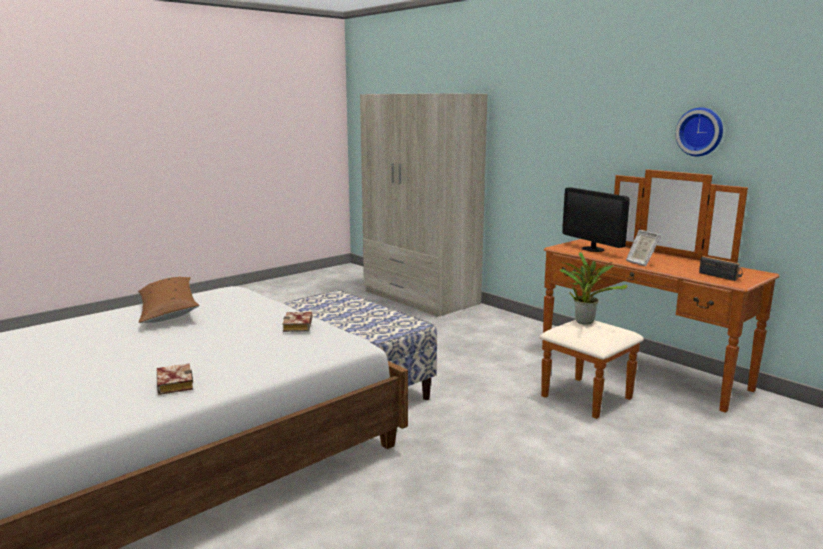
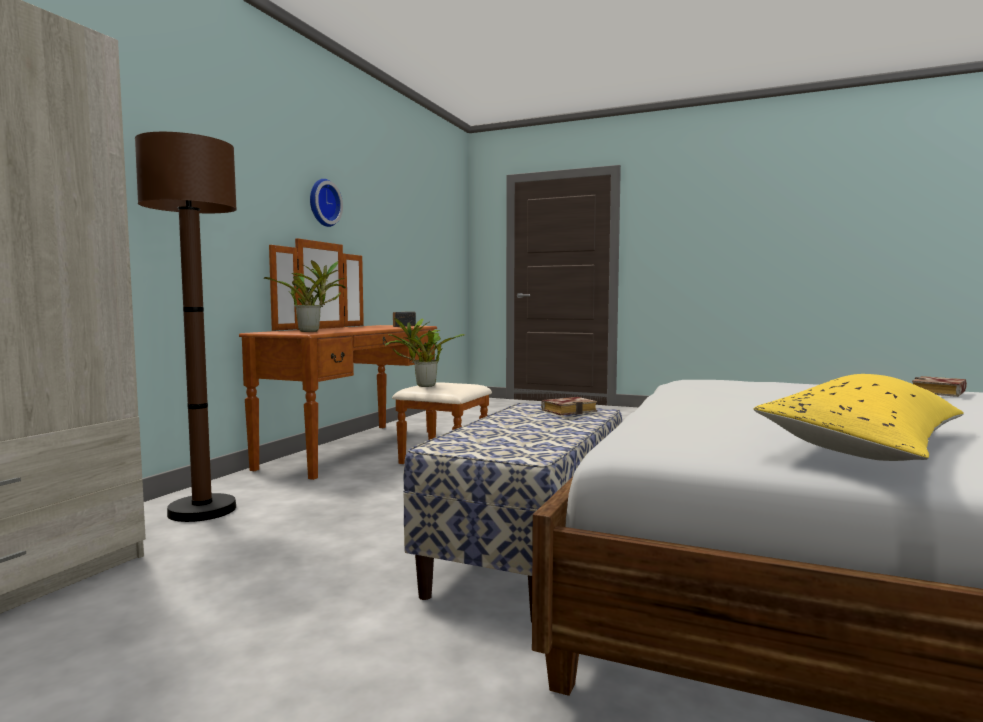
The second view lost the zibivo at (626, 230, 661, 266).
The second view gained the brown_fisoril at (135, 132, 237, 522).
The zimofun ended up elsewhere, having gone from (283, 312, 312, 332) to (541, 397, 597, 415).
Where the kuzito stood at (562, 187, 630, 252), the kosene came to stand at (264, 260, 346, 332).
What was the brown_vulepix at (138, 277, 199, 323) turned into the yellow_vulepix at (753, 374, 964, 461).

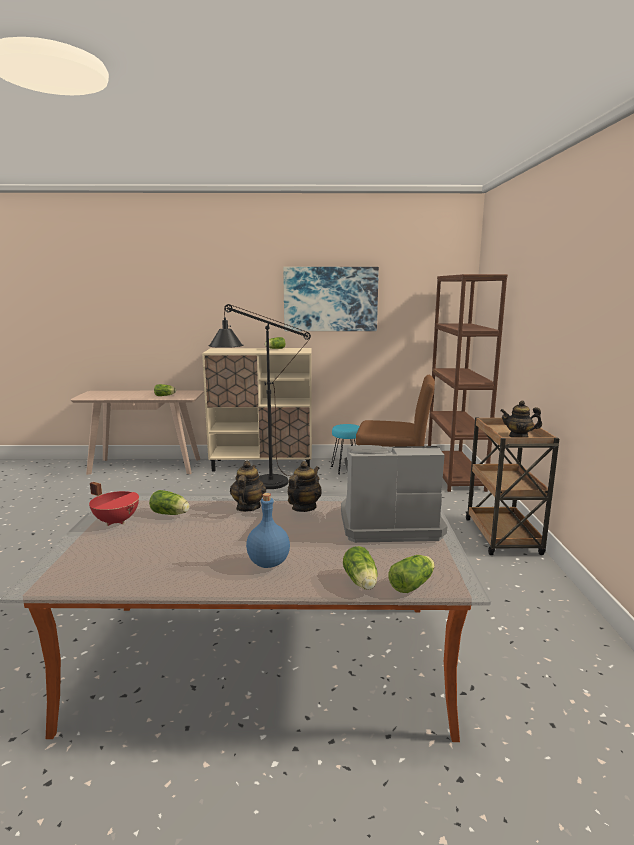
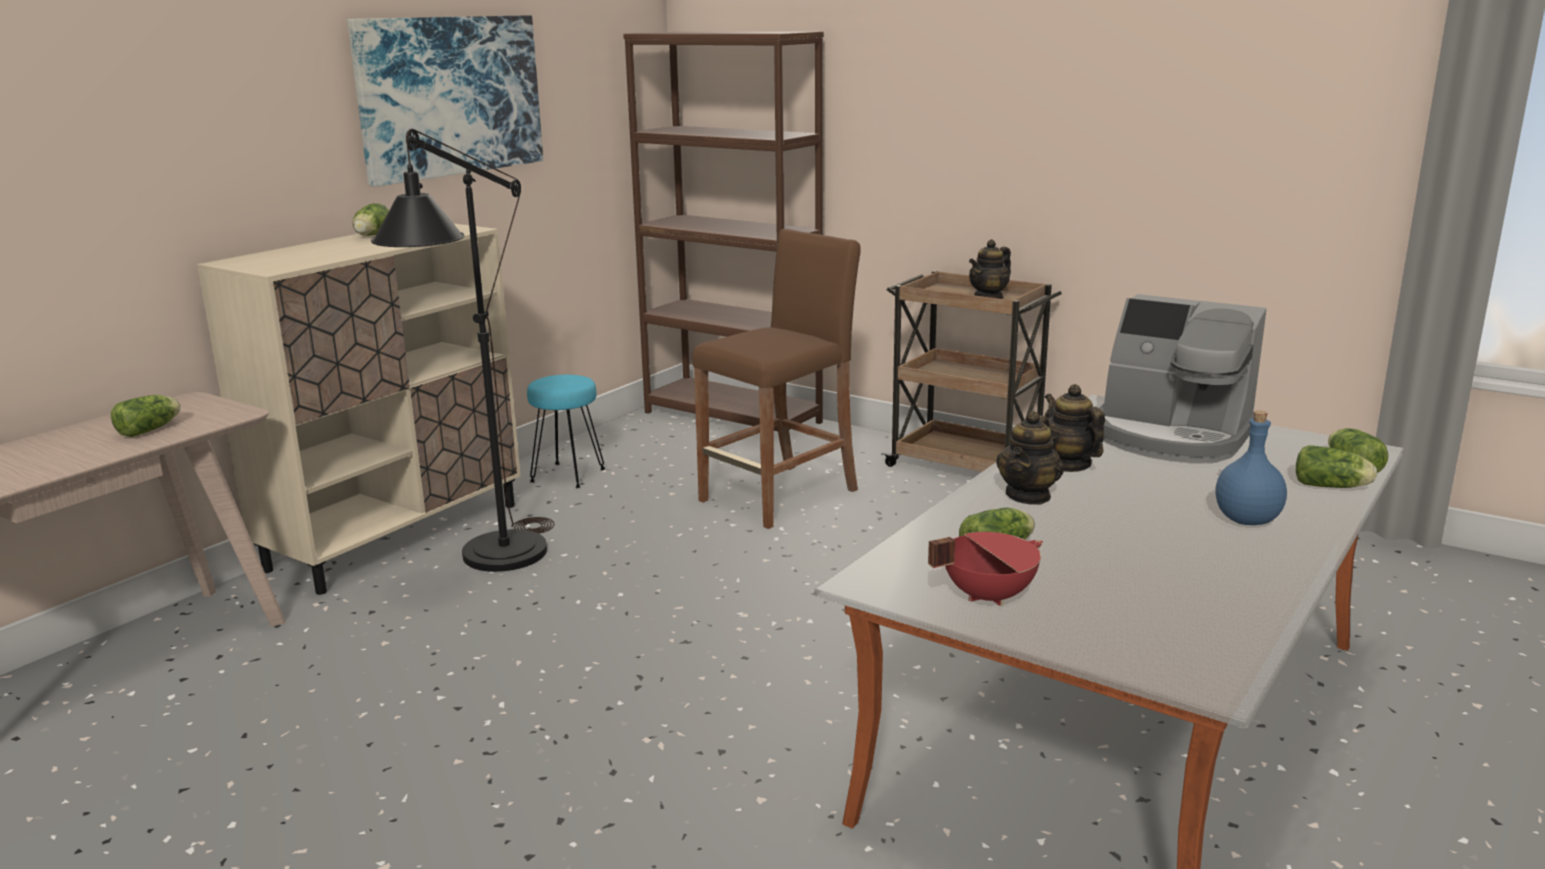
The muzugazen at (230, 461, 266, 512) ended up facing another way, 105 degrees counterclockwise from before.
The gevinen at (341, 445, 447, 543) ended up facing another way, 90 degrees counterclockwise from before.

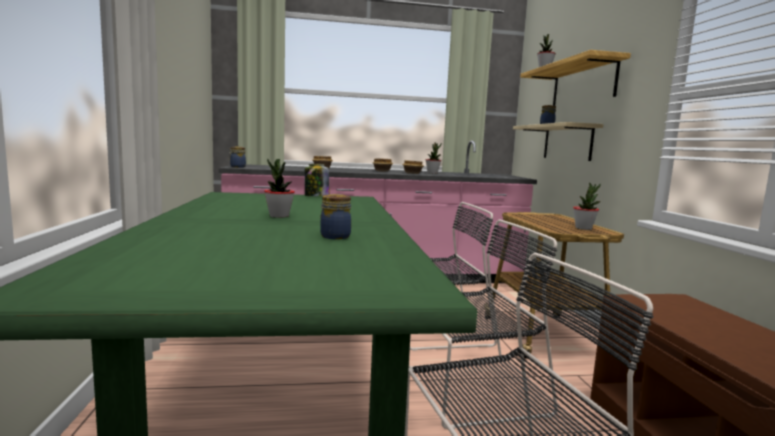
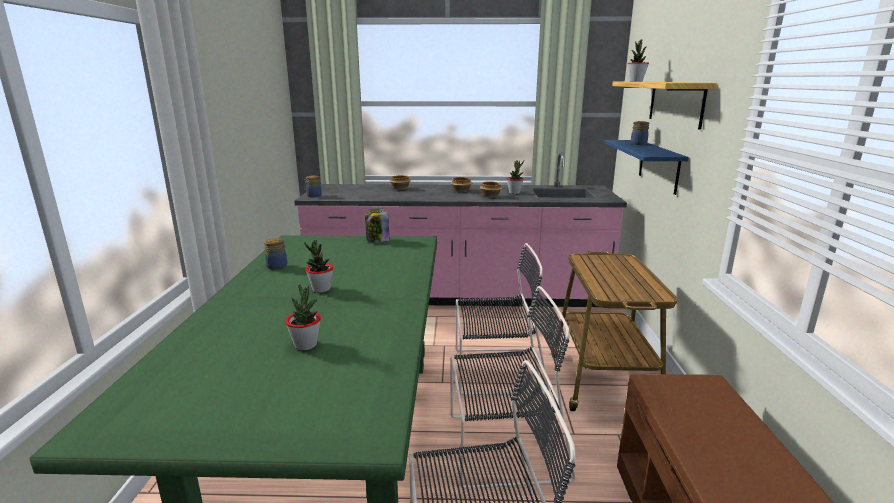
The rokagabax ended up elsewhere, having gone from (320, 194, 351, 239) to (264, 238, 287, 270).
The kosene ended up elsewhere, having gone from (573, 183, 600, 230) to (285, 284, 321, 350).
What was the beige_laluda at (513, 122, 603, 161) turned into the blue_laluda at (604, 140, 689, 195).

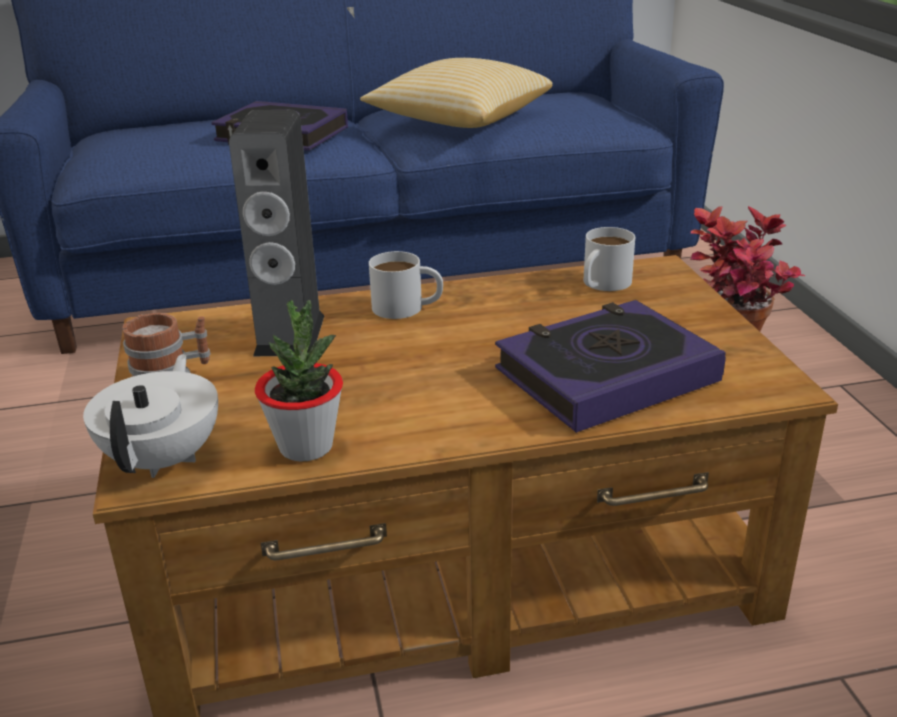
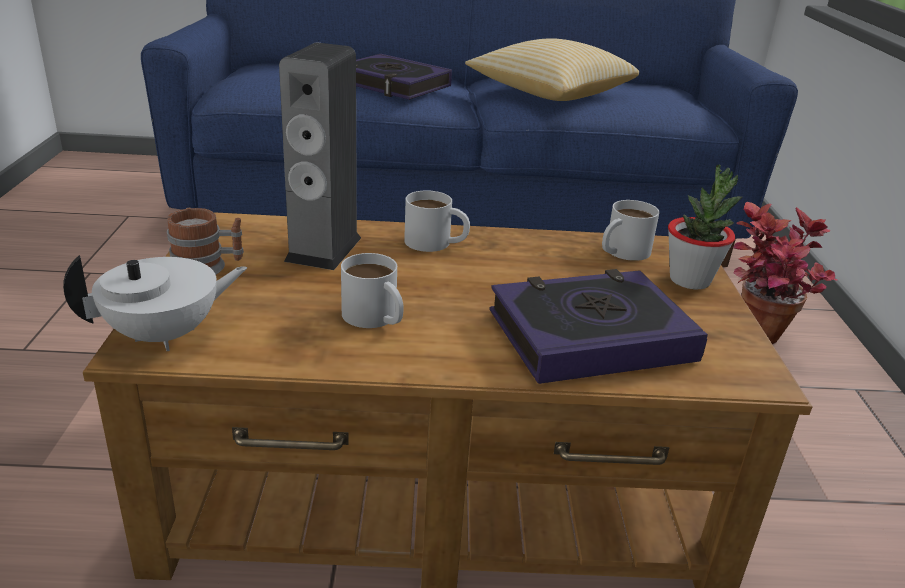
The second view gained the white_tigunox at (341, 253, 403, 328).
The kosene ended up elsewhere, having gone from (255, 300, 343, 461) to (668, 164, 743, 289).
The white_muzugazen at (83, 354, 218, 478) ended up facing another way, 45 degrees clockwise from before.

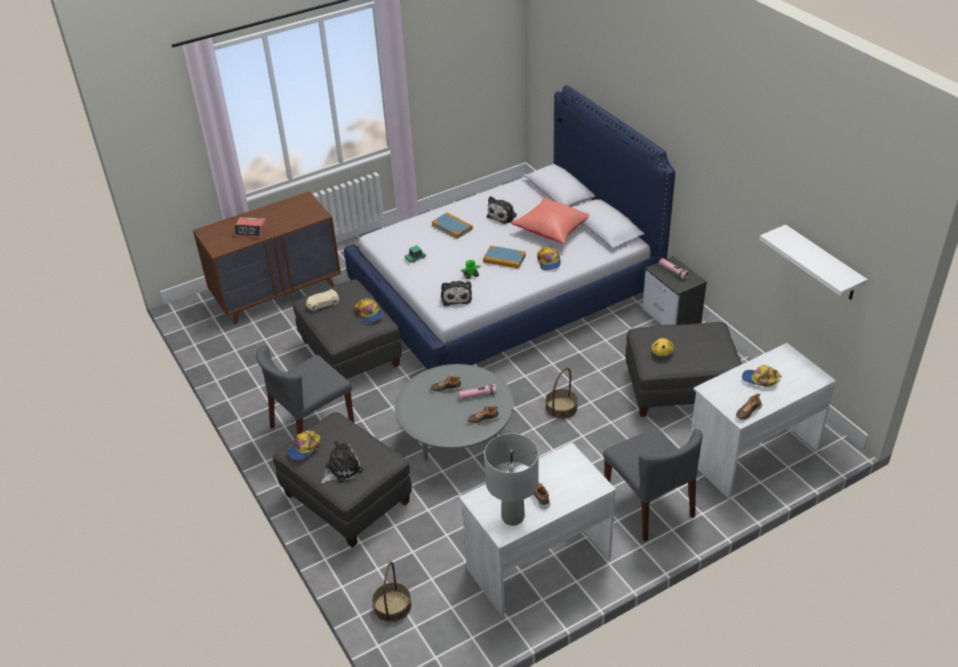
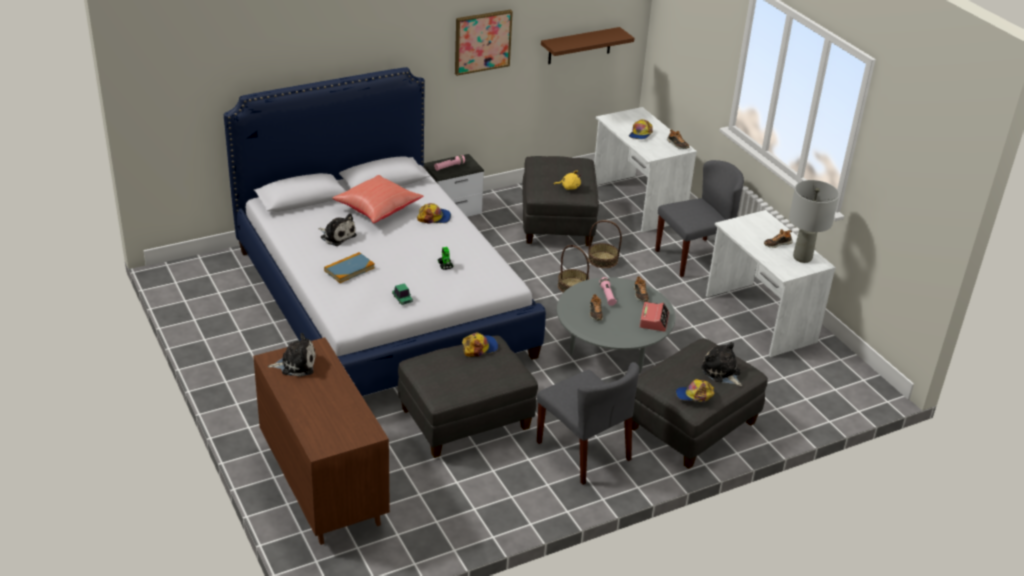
The second view lost the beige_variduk at (306, 289, 339, 311).
The second view lost the zimofun at (483, 246, 526, 269).
The second view gained the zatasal at (455, 9, 513, 76).
The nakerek ended up elsewhere, having gone from (234, 217, 267, 238) to (640, 302, 669, 331).
The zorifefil ended up elsewhere, having gone from (372, 561, 412, 623) to (588, 220, 622, 268).
The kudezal ended up elsewhere, having gone from (441, 281, 472, 306) to (268, 333, 316, 377).
What was the white_laluda at (759, 225, 868, 300) turned into the brown_laluda at (541, 27, 634, 64).
The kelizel at (287, 430, 320, 460) ended up facing another way, 135 degrees clockwise from before.

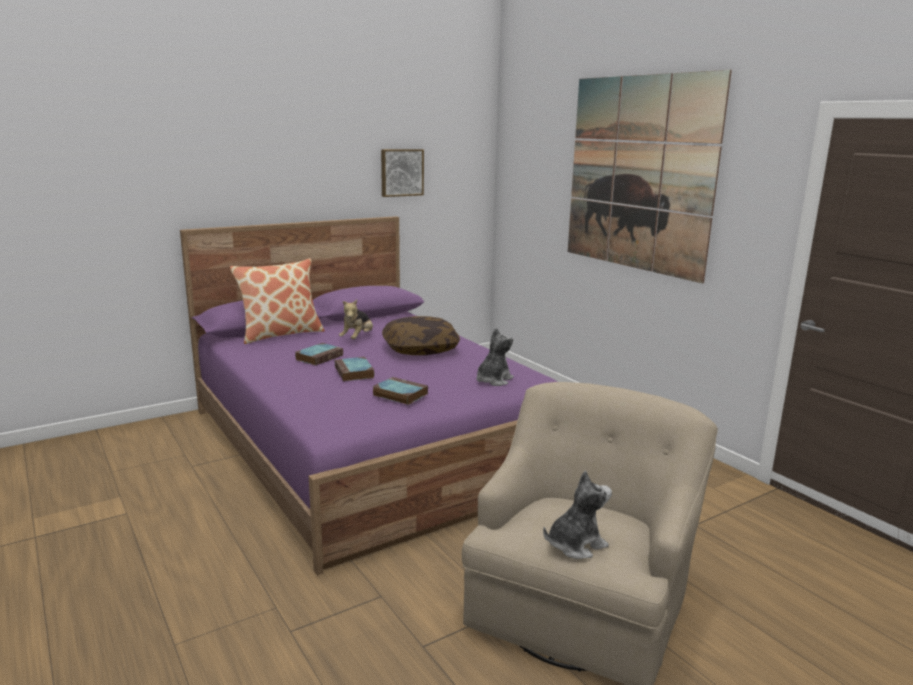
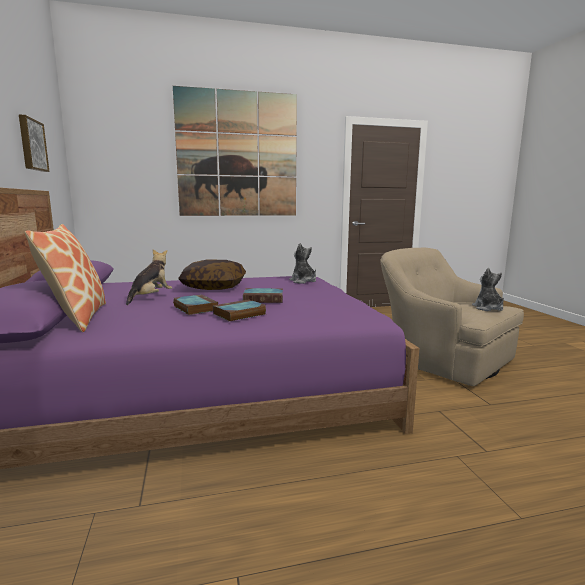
The zimofun ended up elsewhere, having gone from (373, 377, 428, 405) to (213, 299, 266, 322).
The kudezal at (339, 299, 373, 339) ended up facing another way, 105 degrees counterclockwise from before.

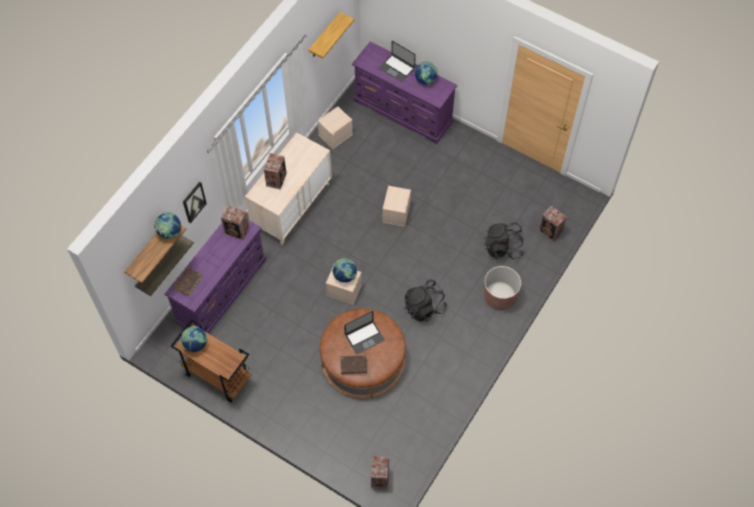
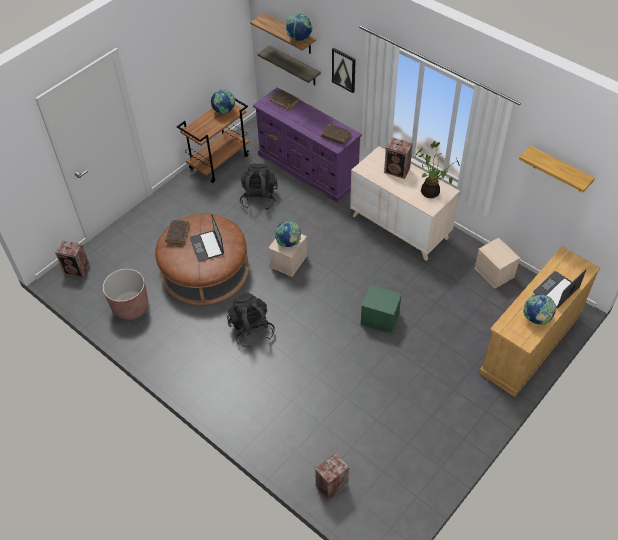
The second view gained the kosene at (415, 141, 460, 198).
The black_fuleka ended up elsewhere, having gone from (484, 222, 524, 260) to (240, 163, 278, 210).
The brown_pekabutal ended up elsewhere, having gone from (484, 266, 521, 310) to (103, 269, 148, 320).
Where the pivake stood at (221, 205, 249, 240), the brown_zimofun came to stand at (321, 124, 351, 144).
What was the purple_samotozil at (352, 42, 457, 144) turned into the beige_samotozil at (479, 247, 600, 397).
What was the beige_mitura at (382, 186, 411, 227) turned into the green_mitura at (360, 285, 402, 334).

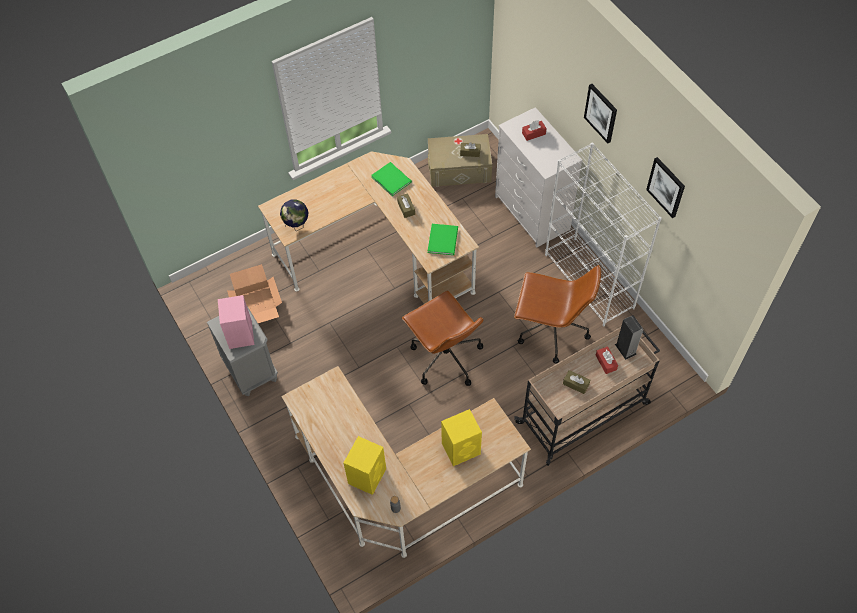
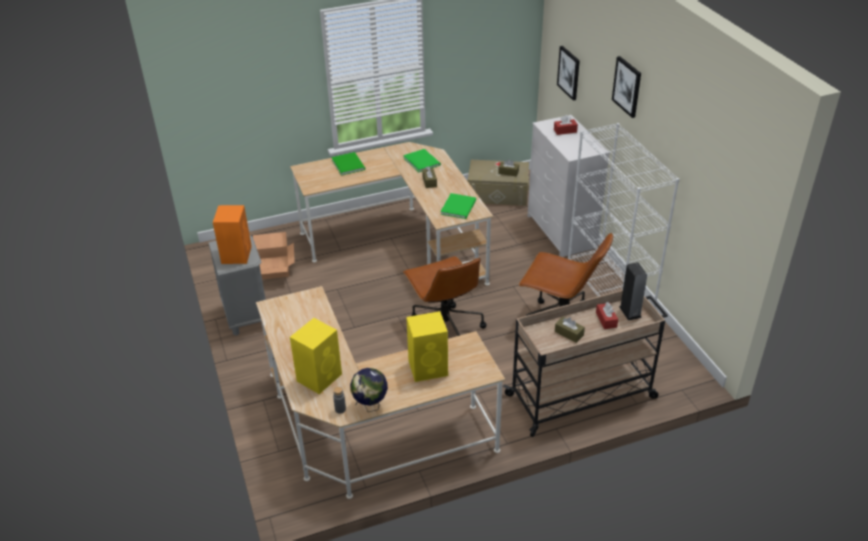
The second view gained the green_zimofun at (331, 152, 365, 176).
The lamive ended up elsewhere, having gone from (280, 199, 308, 231) to (350, 368, 388, 412).
The zatasal ended up elsewhere, having gone from (646, 157, 685, 218) to (557, 46, 580, 101).
What was the pink_pivake at (218, 295, 254, 349) turned into the orange_pivake at (213, 205, 252, 264).

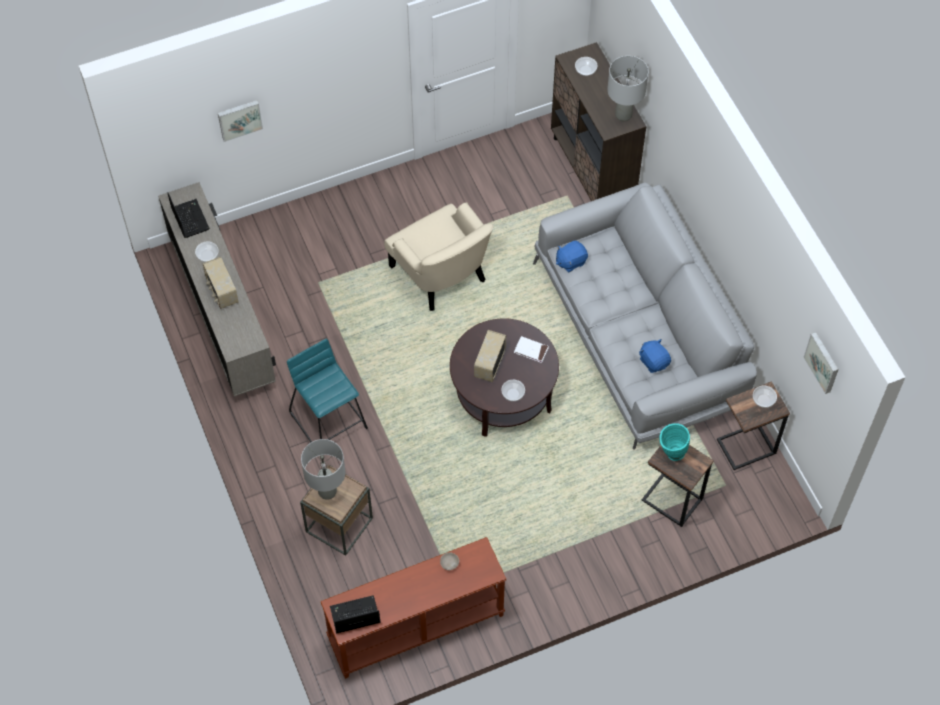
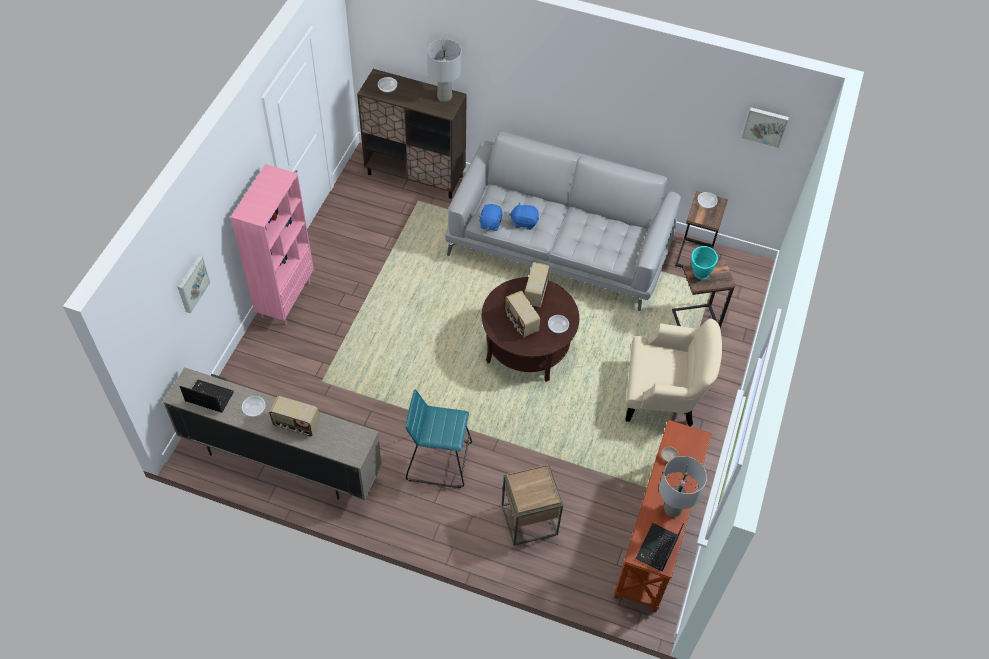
The second view gained the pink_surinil at (231, 164, 314, 326).
The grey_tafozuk ended up elsewhere, having gone from (301, 439, 345, 500) to (659, 456, 707, 517).
The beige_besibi ended up elsewhere, having gone from (384, 203, 494, 311) to (625, 318, 722, 427).
The blue_kudezal ended up elsewhere, having gone from (639, 339, 671, 373) to (509, 202, 539, 230).
Where the white_zimofun stood at (514, 336, 549, 363), the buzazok came to stand at (524, 262, 550, 308).

